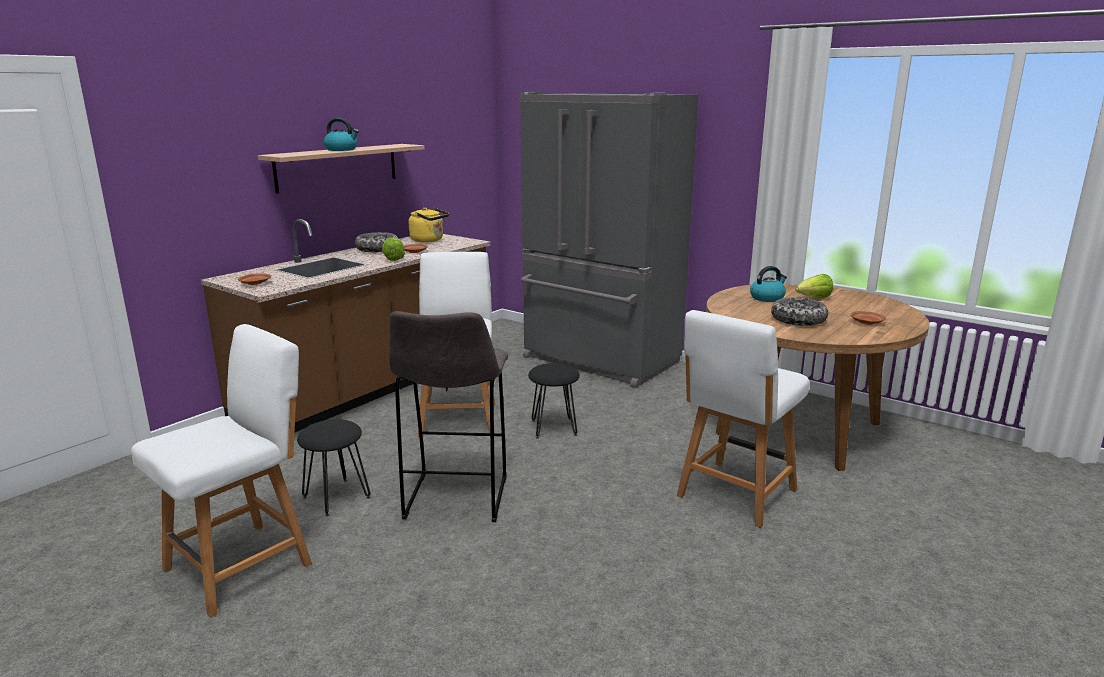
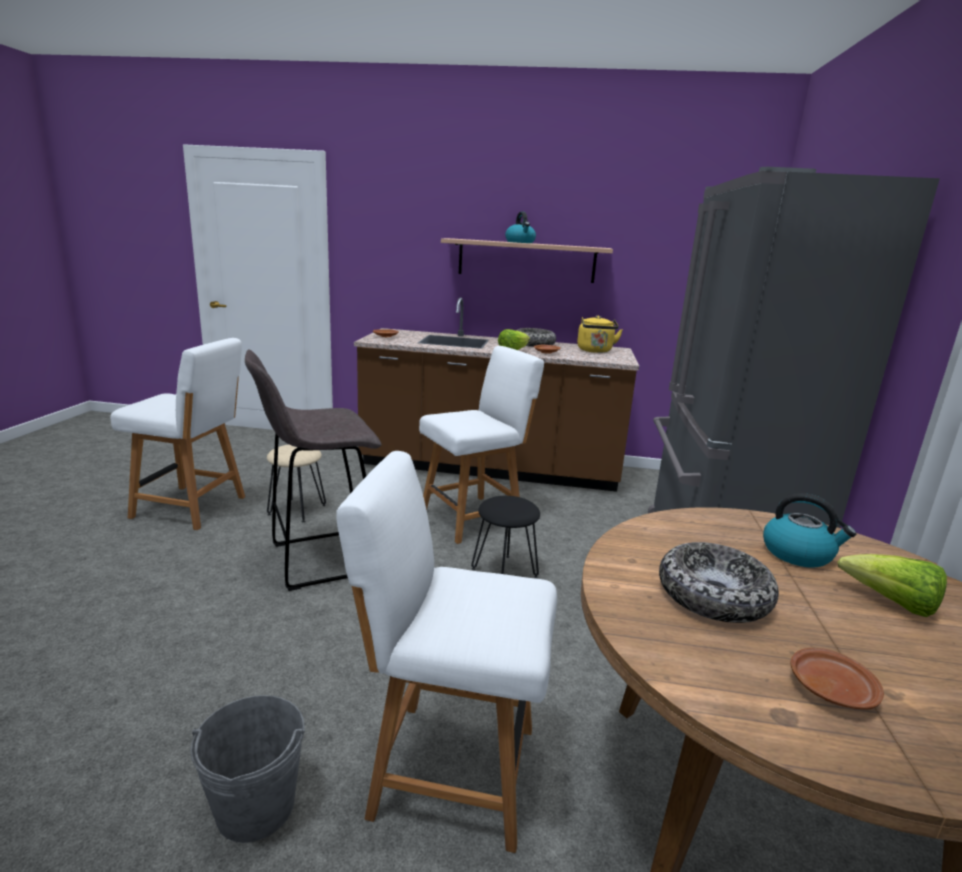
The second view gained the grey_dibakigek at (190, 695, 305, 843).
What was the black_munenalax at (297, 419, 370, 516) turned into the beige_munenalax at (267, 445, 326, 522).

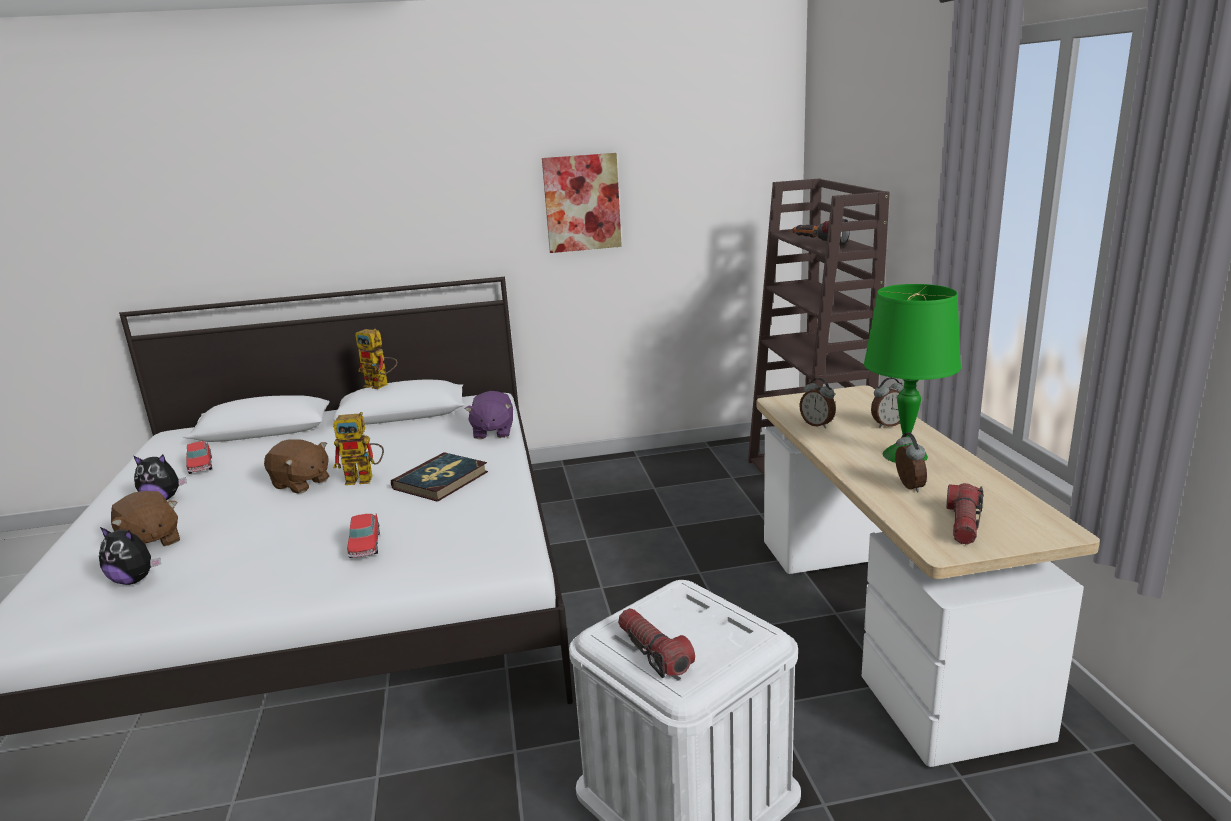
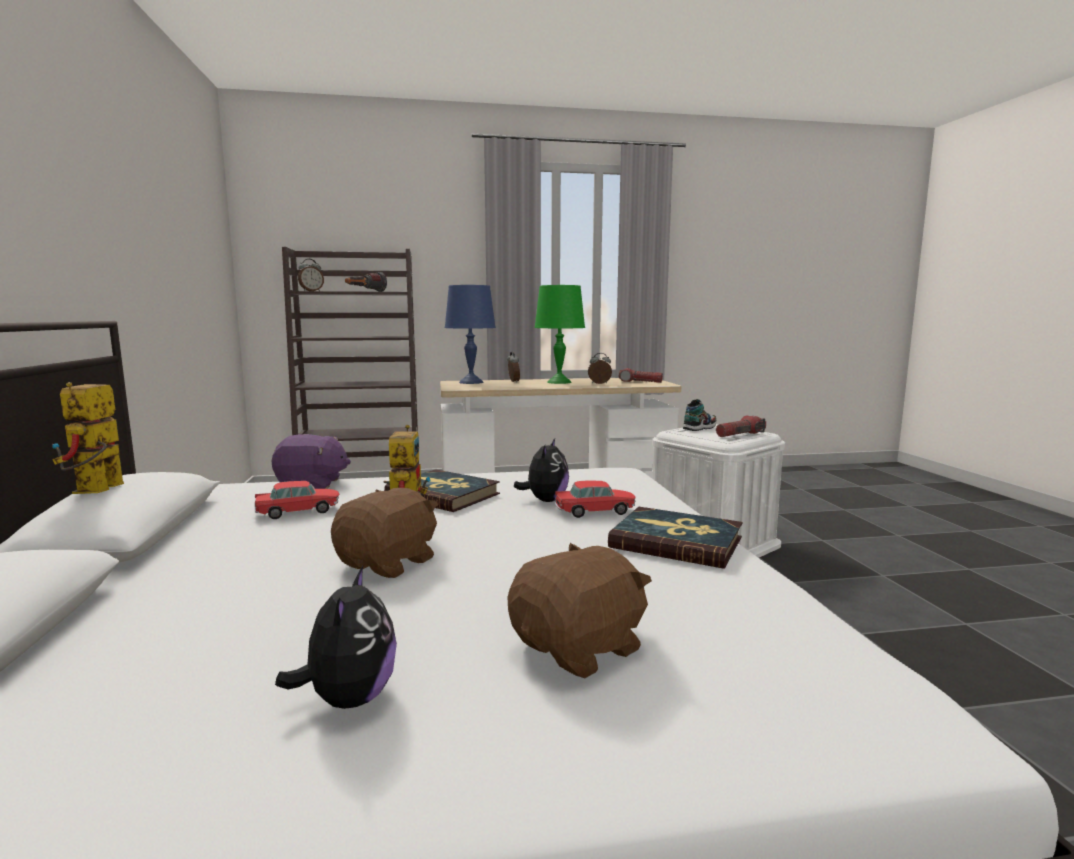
The second view lost the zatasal at (542, 153, 622, 253).
The second view gained the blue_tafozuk at (445, 285, 496, 384).
The second view gained the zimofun at (608, 507, 743, 569).
The second view gained the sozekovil at (683, 399, 716, 431).
The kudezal ended up elsewhere, having gone from (99, 527, 161, 585) to (514, 439, 569, 502).
The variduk ended up elsewhere, having gone from (186, 441, 212, 474) to (254, 481, 339, 519).
The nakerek ended up elsewhere, having gone from (799, 378, 836, 428) to (298, 259, 324, 291).
The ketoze at (355, 329, 398, 389) ended up facing another way, 150 degrees clockwise from before.

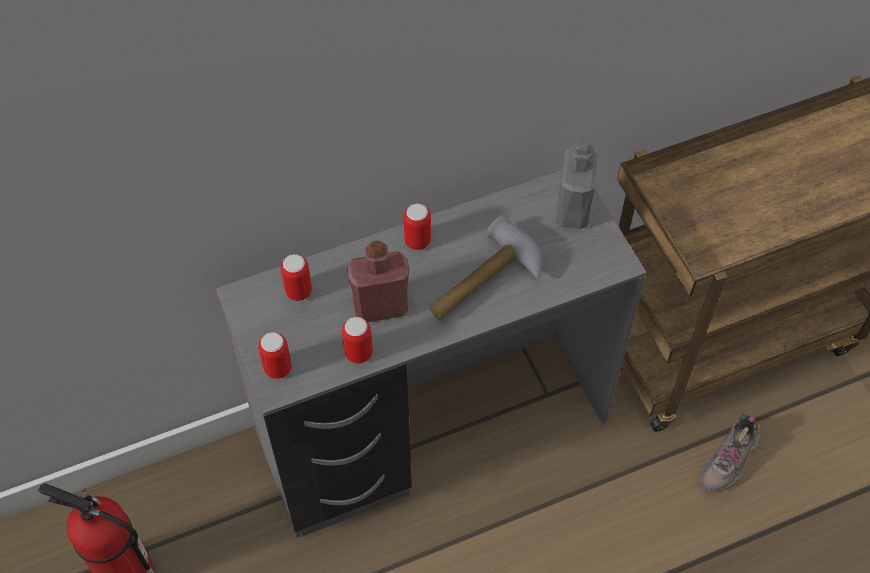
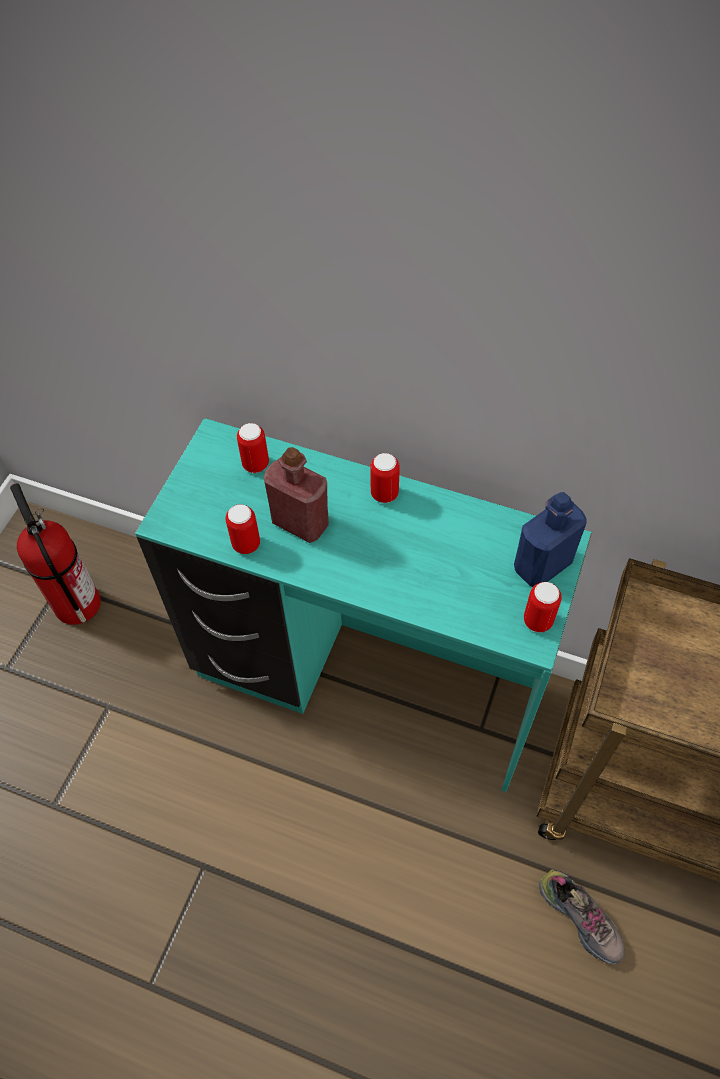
The second view lost the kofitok at (430, 215, 542, 320).
The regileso ended up elsewhere, having gone from (258, 332, 292, 379) to (524, 582, 562, 633).
What was the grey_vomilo at (215, 170, 646, 538) turned into the turquoise_vomilo at (135, 418, 592, 792).
What was the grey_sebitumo at (556, 139, 598, 229) turned into the blue_sebitumo at (514, 492, 586, 587).
The sozekovil at (700, 415, 761, 492) ended up facing another way, 120 degrees counterclockwise from before.

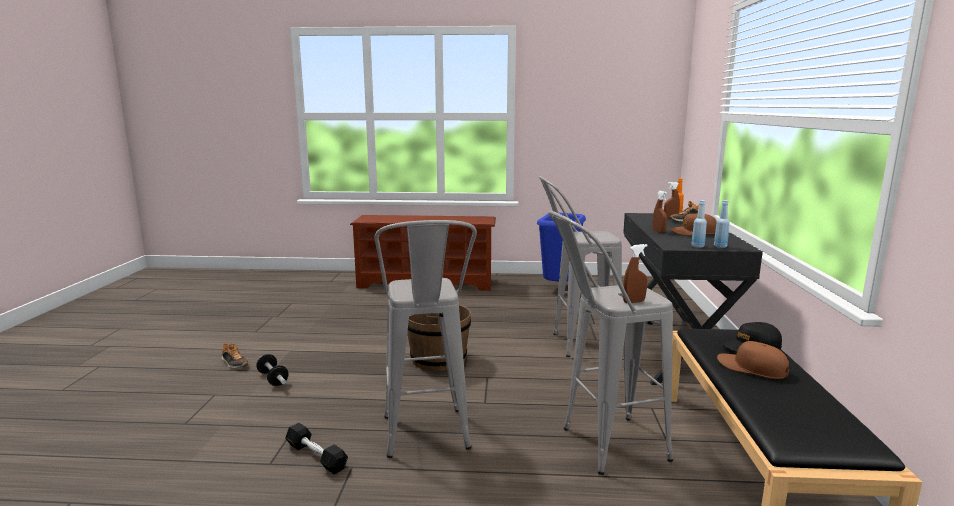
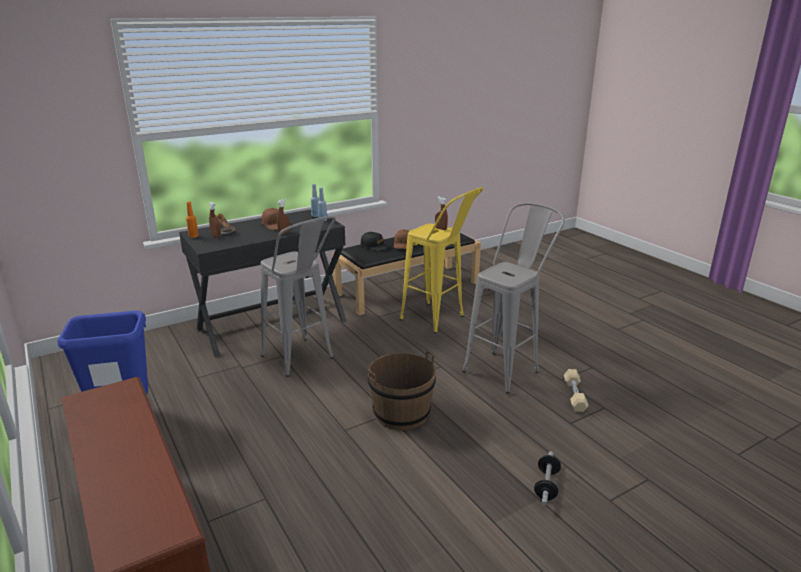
The second view lost the sozekovil at (221, 343, 249, 368).
What was the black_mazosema at (285, 423, 348, 474) turned into the beige_mazosema at (564, 369, 589, 412).
What was the grey_munenalax at (548, 211, 673, 475) turned into the yellow_munenalax at (400, 187, 483, 334).

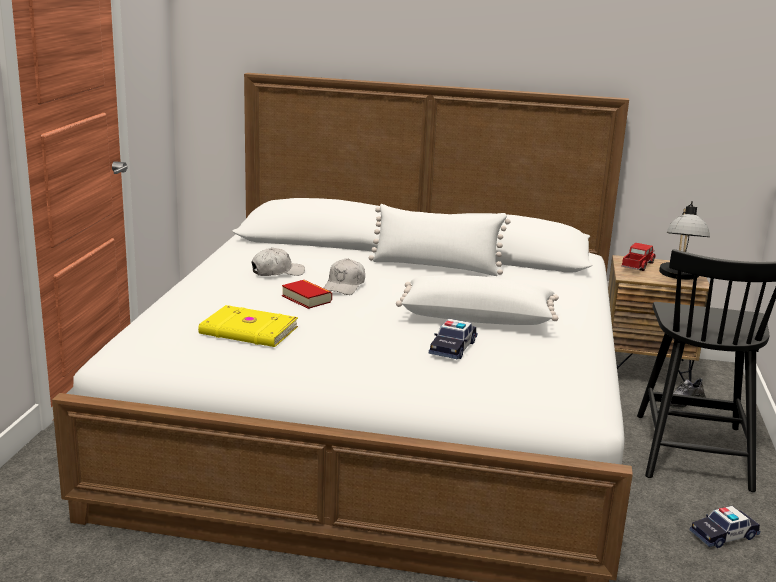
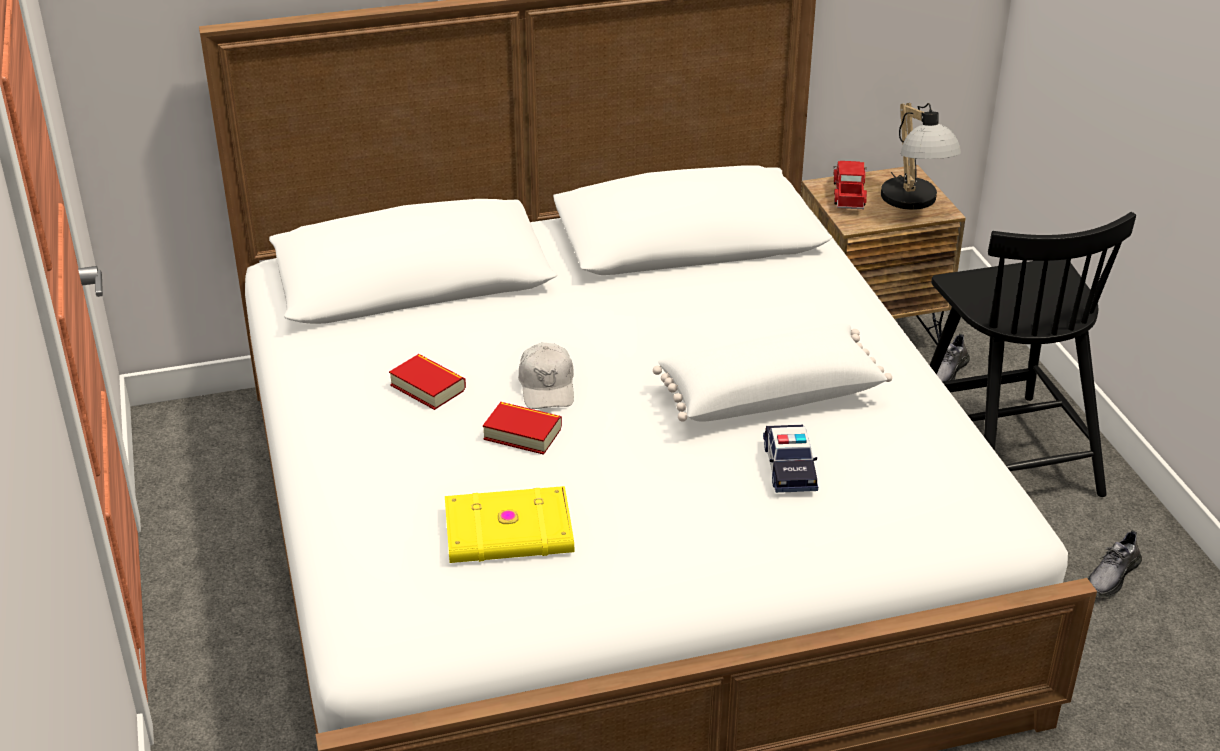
The second view lost the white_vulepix at (369, 204, 510, 276).
Where the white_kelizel stood at (252, 248, 305, 276), the zimofun came to stand at (389, 354, 466, 410).
Where the variduk stood at (690, 506, 760, 548), the grey_sozekovil came to stand at (1088, 530, 1142, 597).

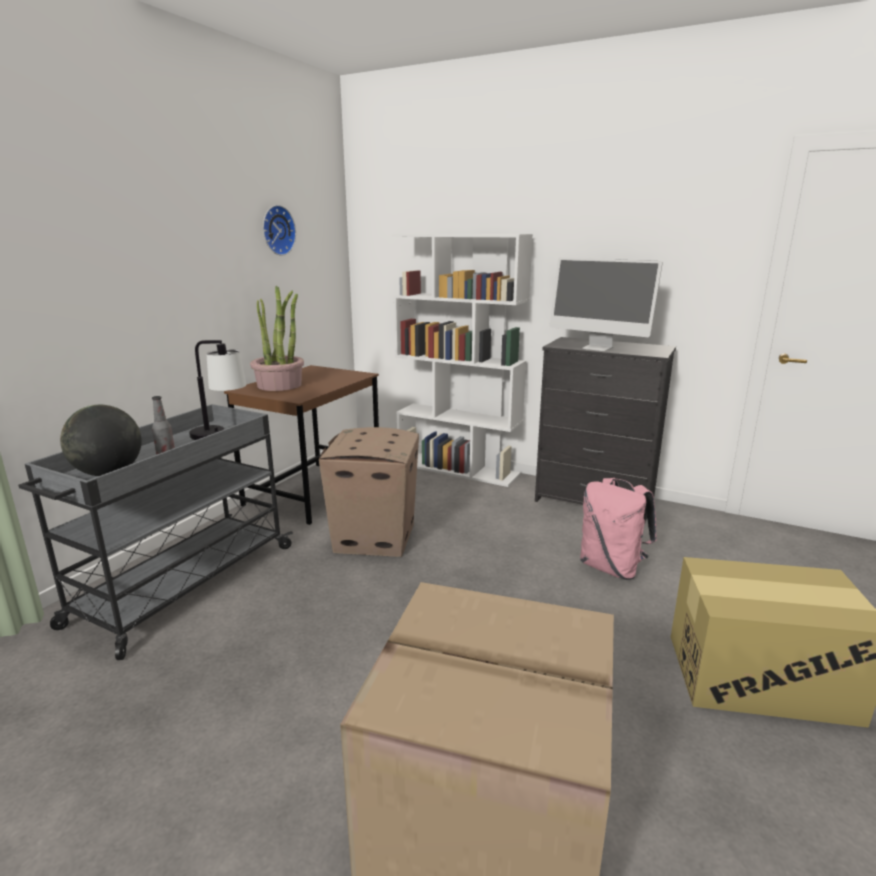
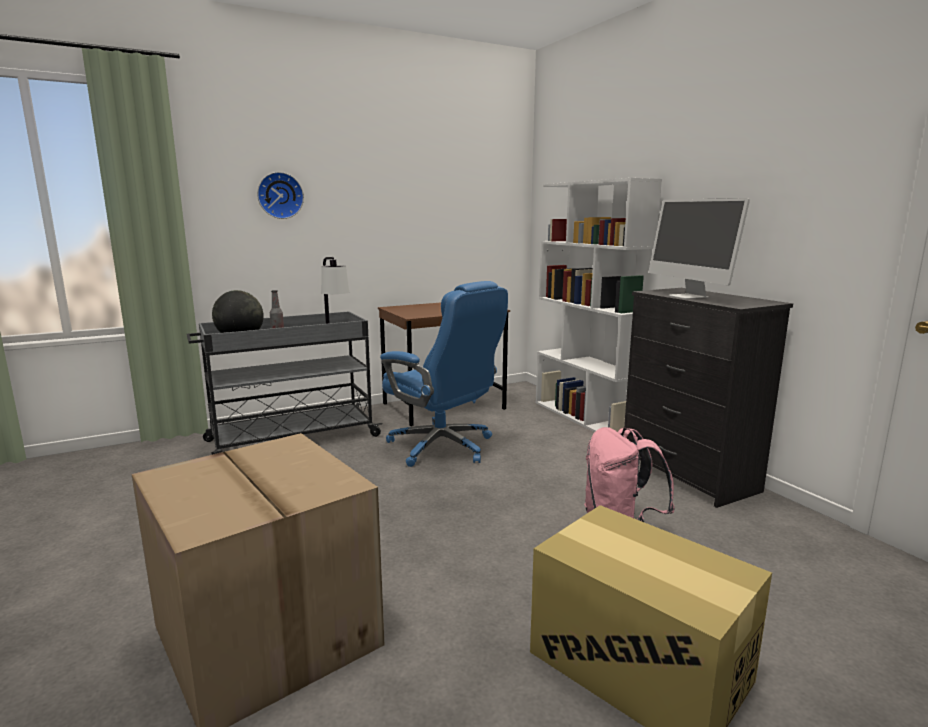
The second view lost the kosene at (250, 286, 304, 391).
The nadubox ended up elsewhere, having gone from (263, 205, 296, 256) to (257, 172, 304, 219).
Where the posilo stood at (319, 427, 419, 557), the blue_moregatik came to stand at (380, 281, 508, 467).

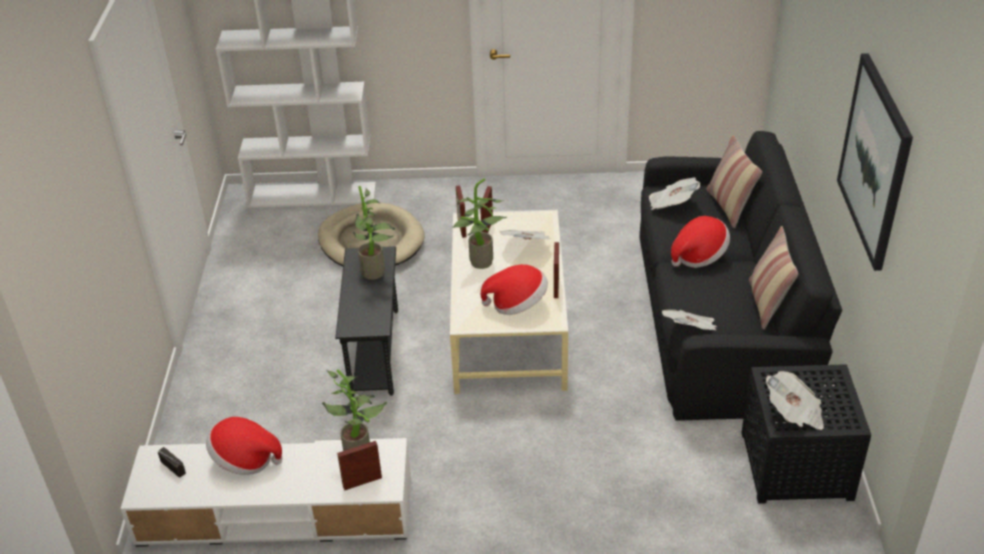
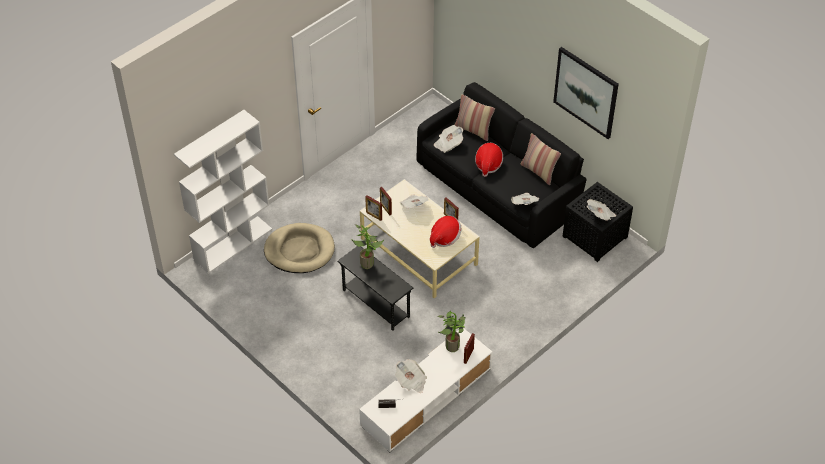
The second view lost the kosene at (453, 178, 507, 269).
Where the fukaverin stood at (206, 417, 283, 475), the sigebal came to stand at (395, 359, 427, 393).

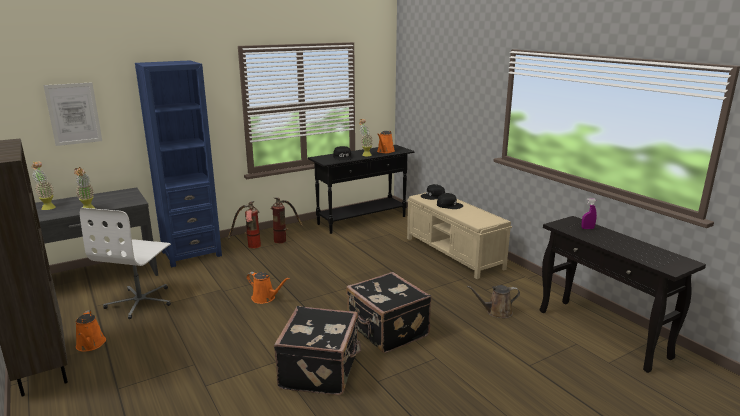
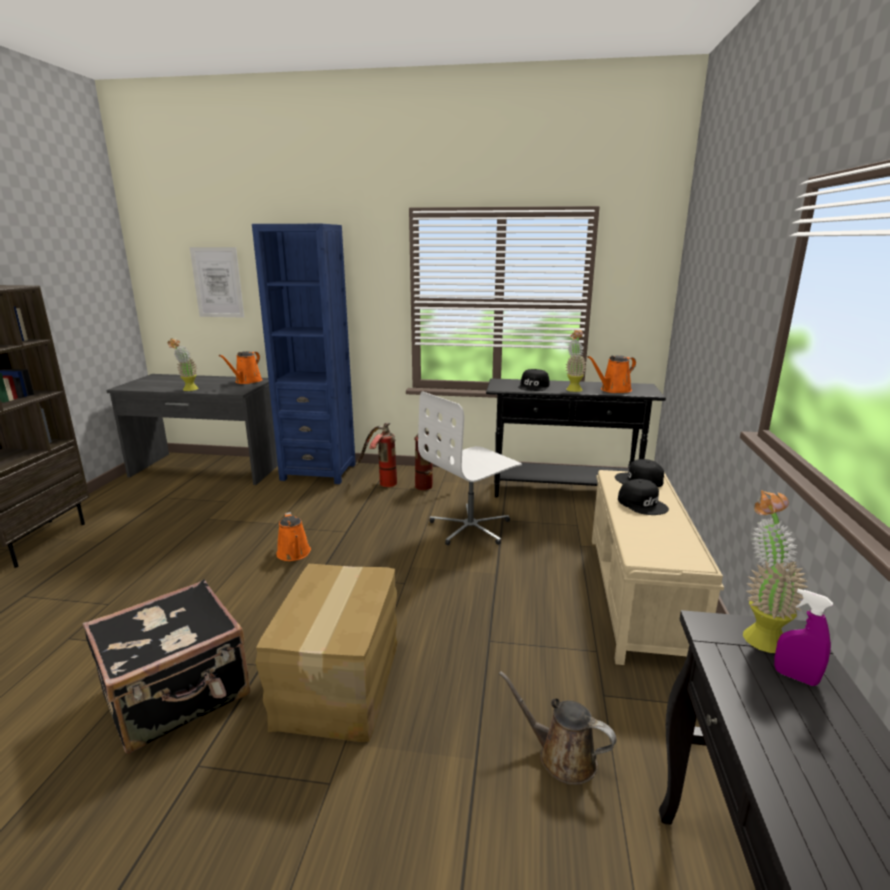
The kosene ended up elsewhere, having gone from (31, 161, 56, 210) to (743, 490, 808, 653).
The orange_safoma ended up elsewhere, having gone from (76, 310, 106, 352) to (219, 351, 263, 384).
The white_moregatik ended up elsewhere, having gone from (80, 208, 171, 319) to (418, 391, 522, 545).
Where the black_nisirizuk stood at (346, 272, 431, 353), the posilo came to stand at (256, 564, 397, 742).

